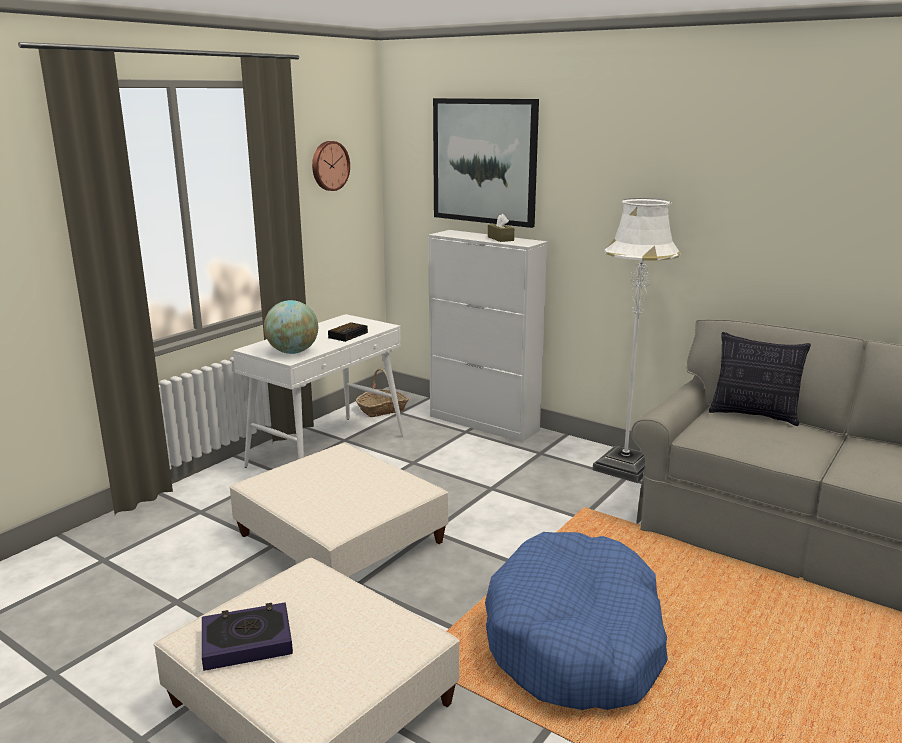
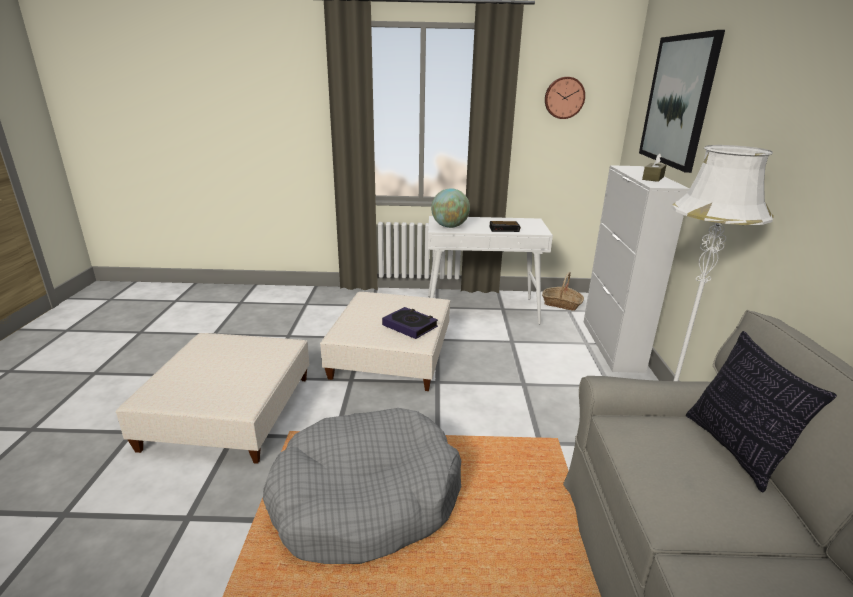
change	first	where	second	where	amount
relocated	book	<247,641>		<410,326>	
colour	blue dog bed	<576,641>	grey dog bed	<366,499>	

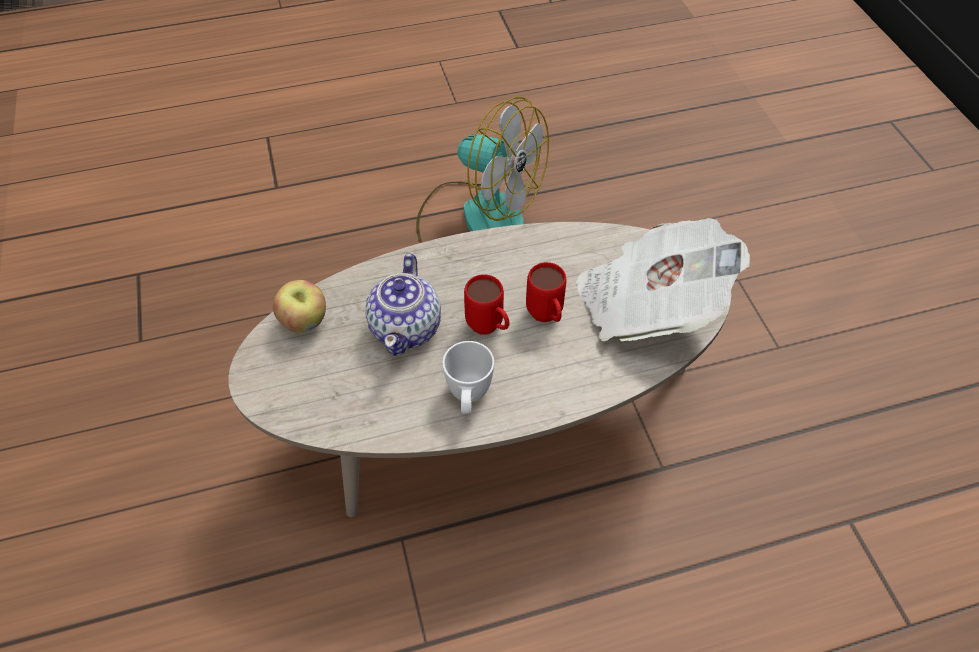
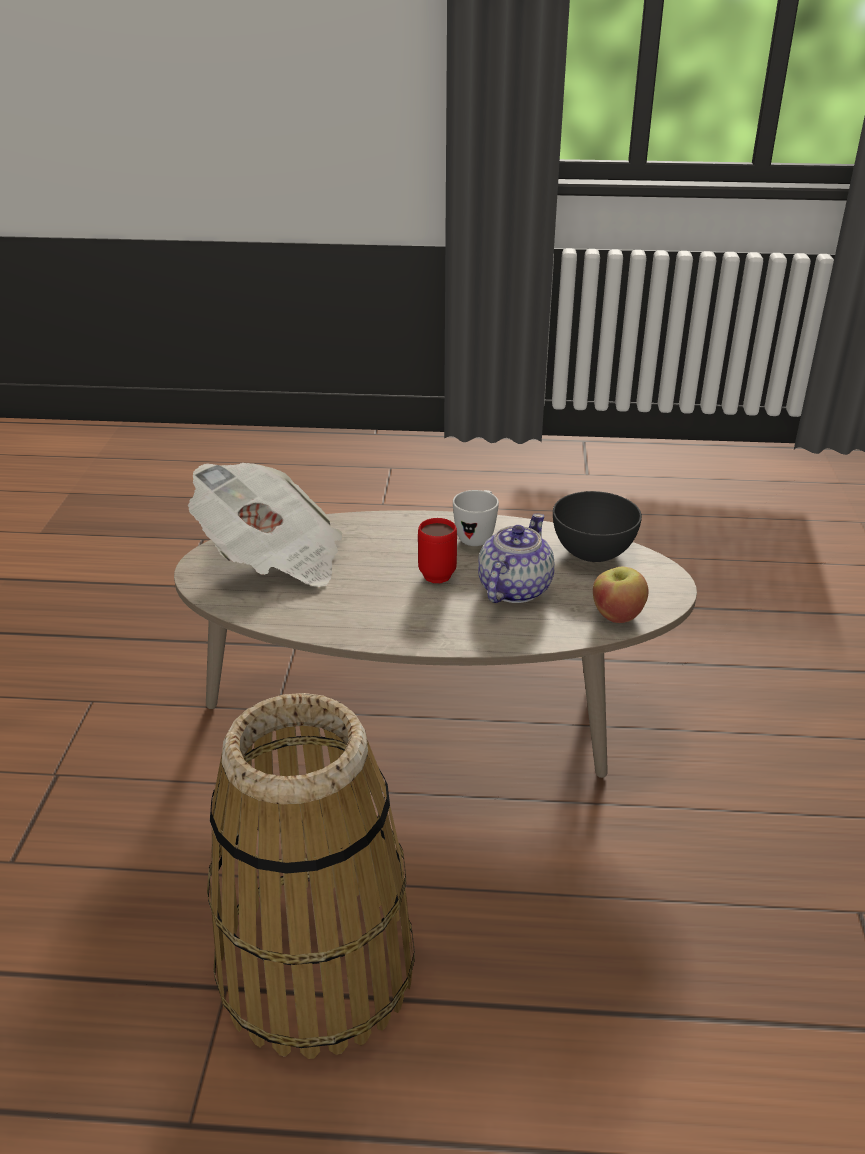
change	first	where	second	where	amount
exchanged	fan	<478,216>	basket	<315,969>	
missing	red mug	<546,318>			
appeared			grey bowl	<593,552>	

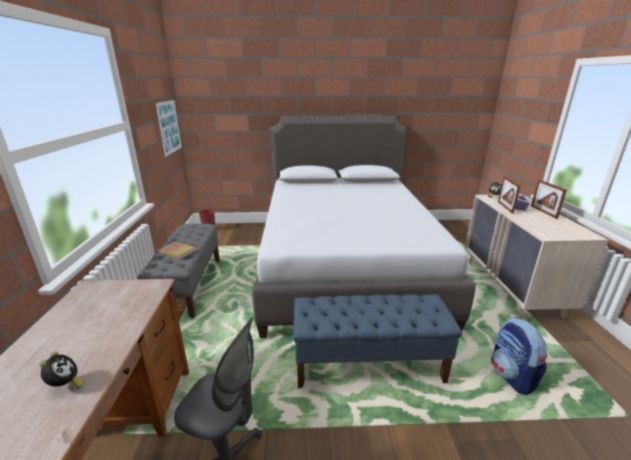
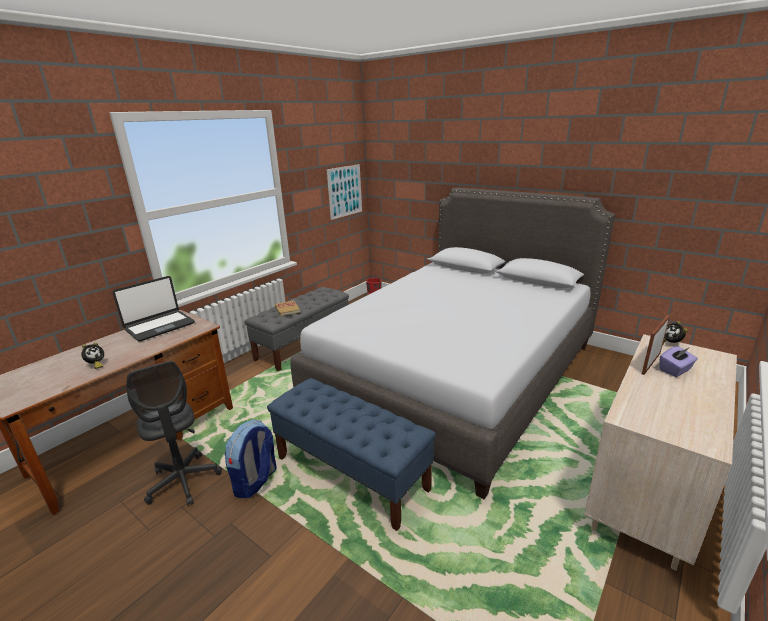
change	first	where	second	where	amount
relocated	backpack	<512,376>		<255,482>	
missing	picture frame	<543,212>			
appeared			laptop	<159,326>	

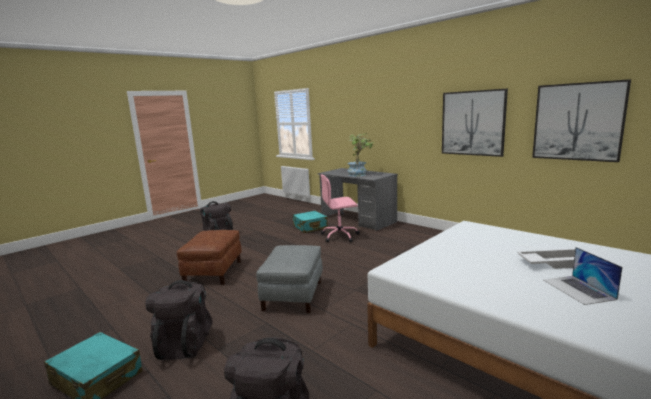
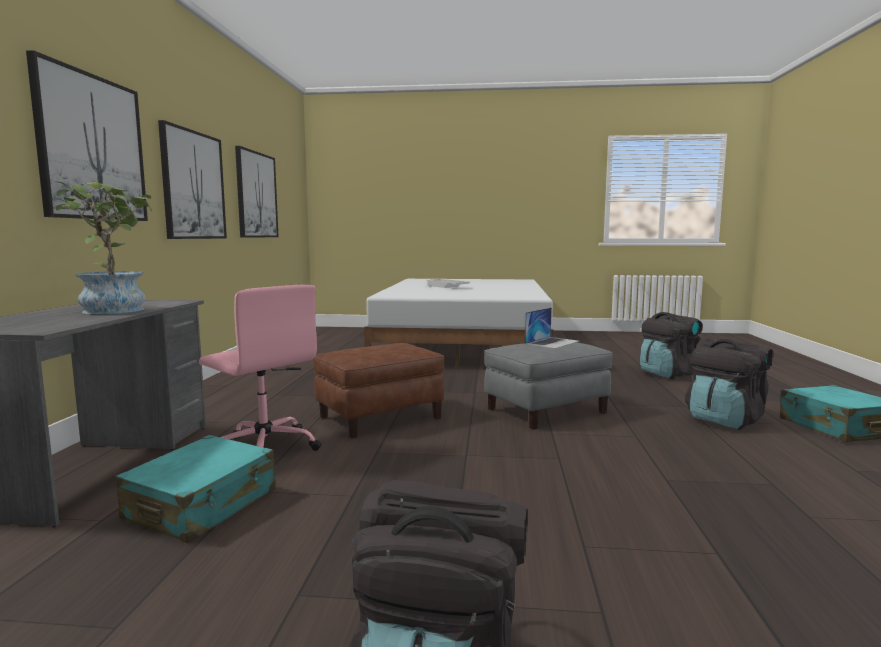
change	first	where	second	where	amount
relocated	brown ottoman	<214,272>		<380,417>	
relocated	laptop	<578,289>		<552,342>	
appeared			picture	<92,148>	

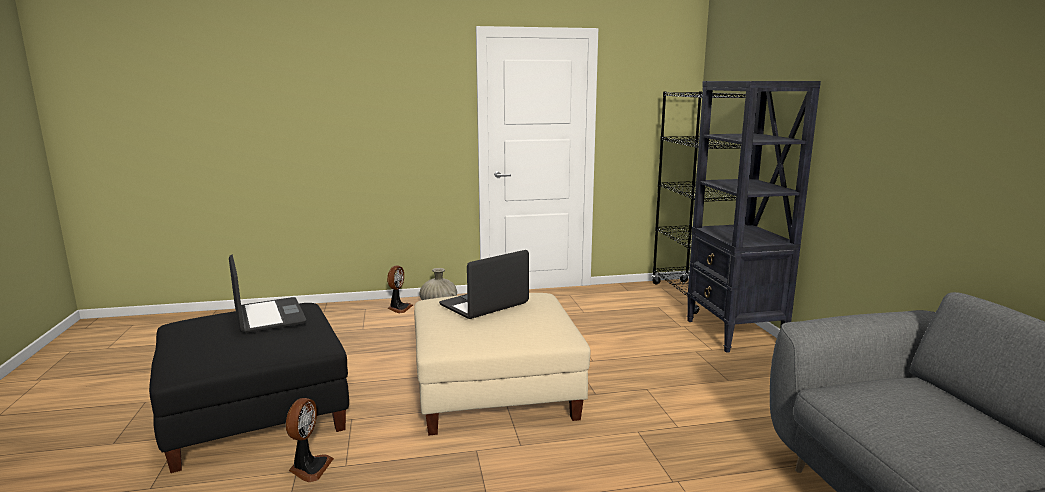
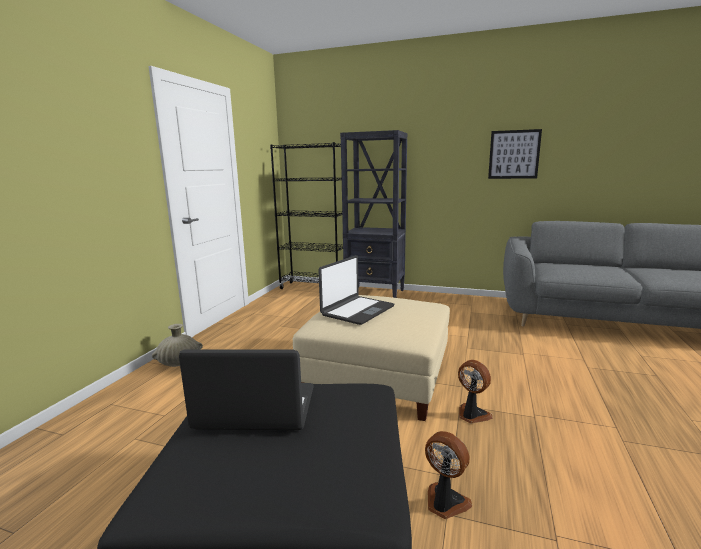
change	first	where	second	where	amount
relocated	fan	<399,308>		<472,415>	
spun	laptop	<484,305>		<357,311>	135 degrees counterclockwise
appeared			picture	<514,154>	

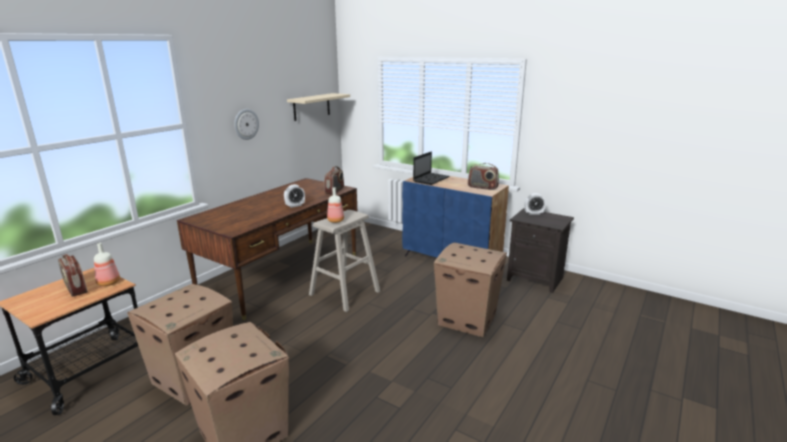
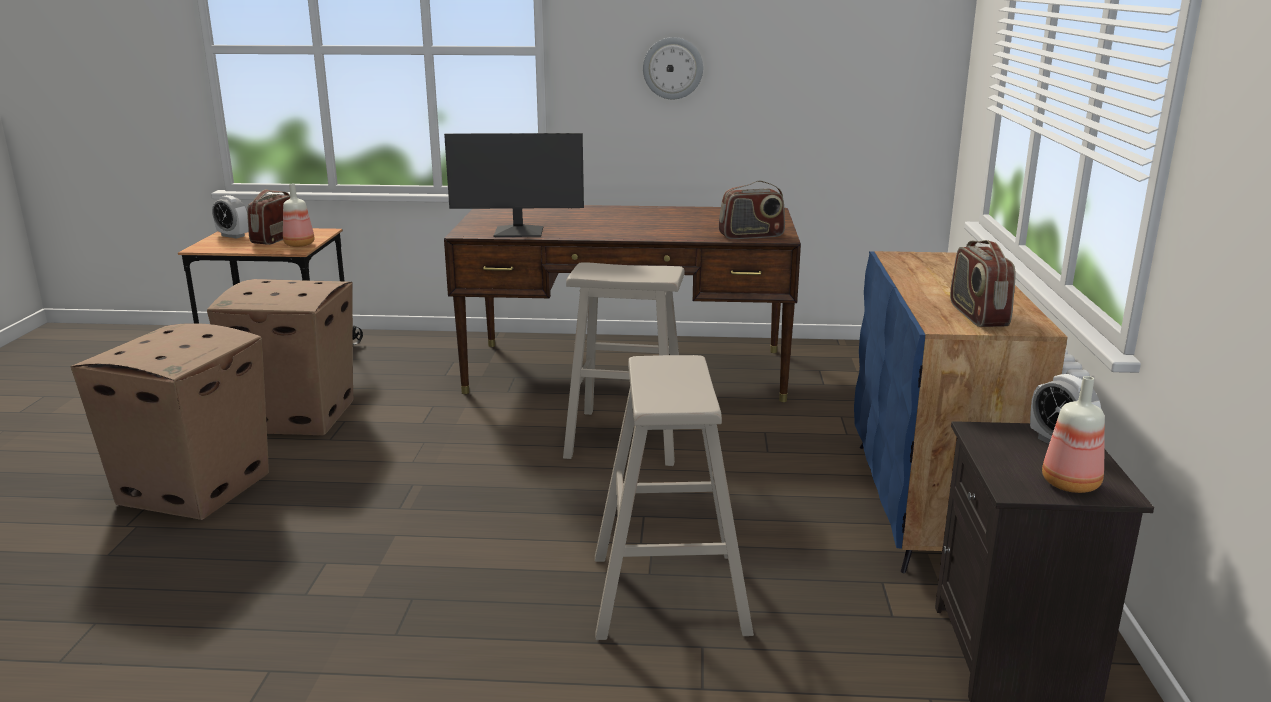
change	first	where	second	where	amount
relocated	alarm clock	<295,205>		<233,236>	
missing	beige shelf	<311,106>			
relocated	bottle	<335,220>		<1070,483>	
missing	laptop	<431,179>			
exchanged	cardboard box	<468,319>	beige stool	<669,594>	
appeared			monitor	<519,232>	

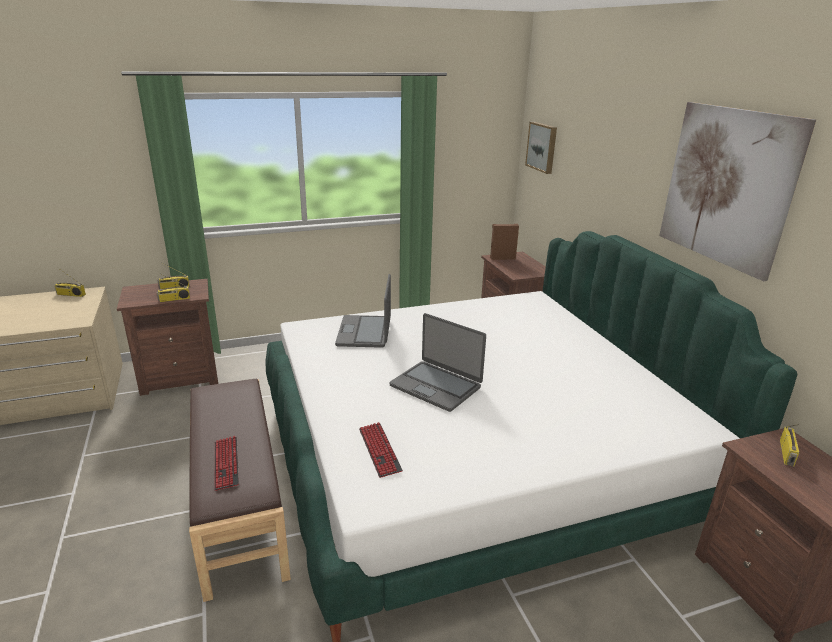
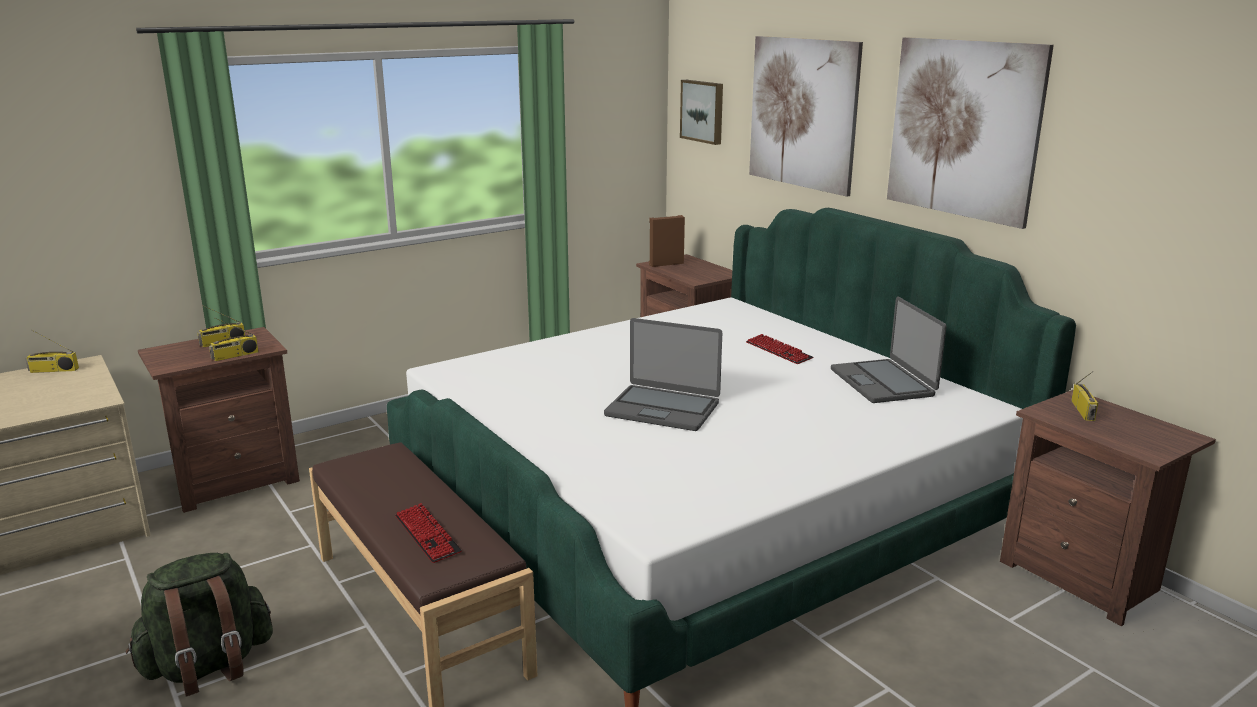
change	first	where	second	where	amount
relocated	laptop	<365,332>		<883,382>	
relocated	keyboard	<379,450>		<778,351>	
appeared			green backpack	<208,666>	
appeared			picture	<803,113>	

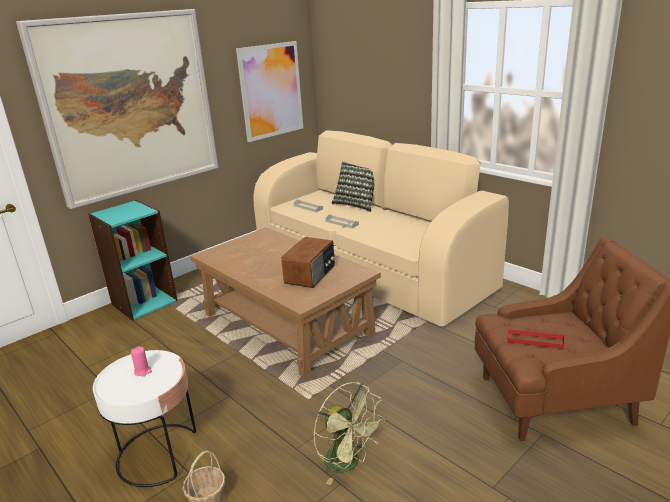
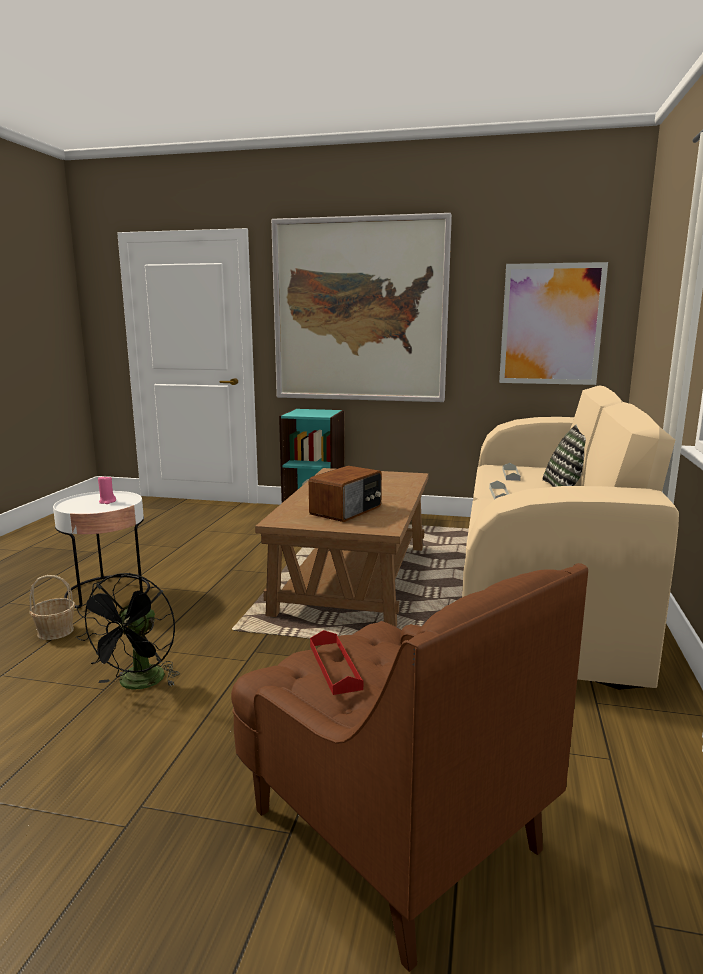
change	first	where	second	where	amount
spun	radio	<311,274>		<347,510>	45 degrees counterclockwise
colour	green fan	<348,463>	black fan	<138,684>	

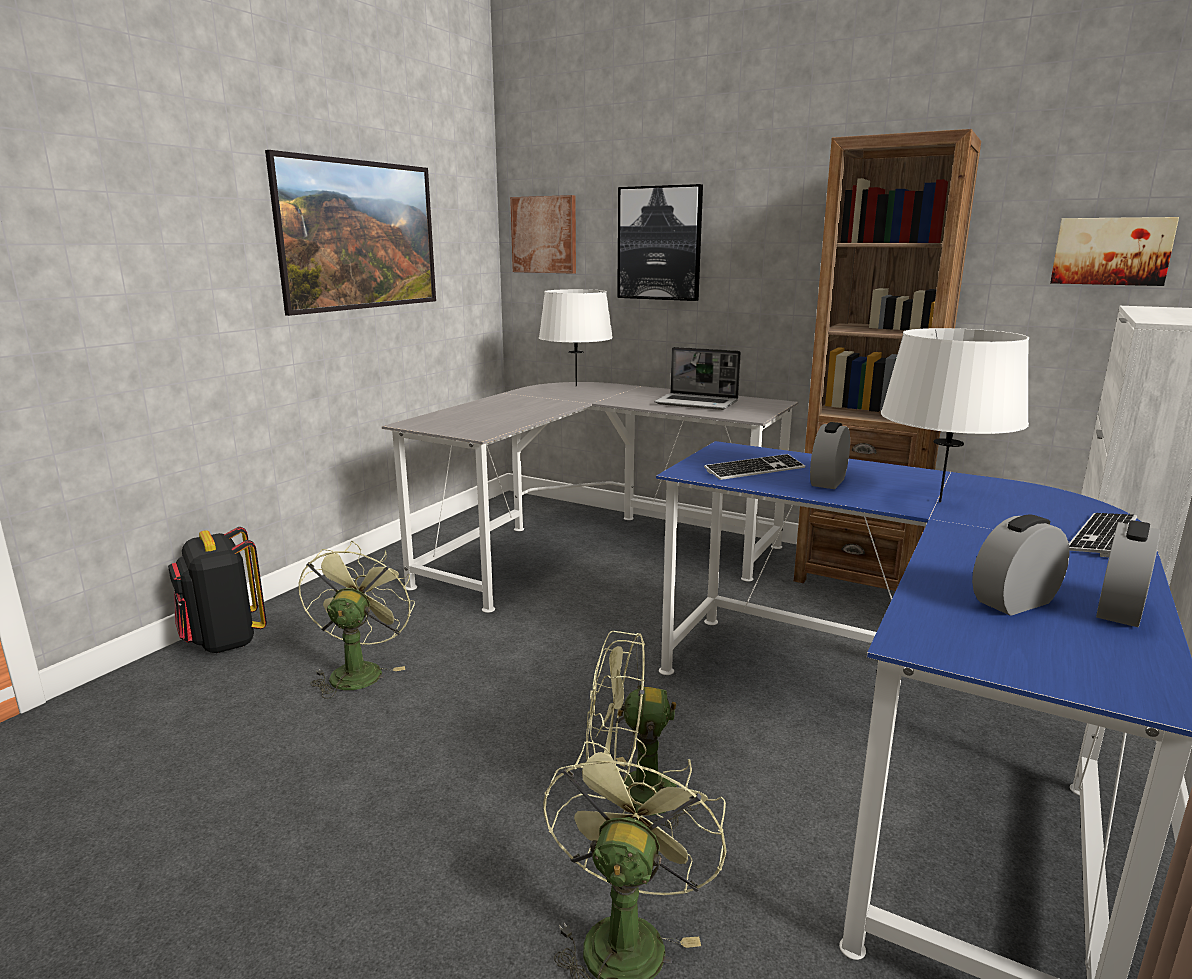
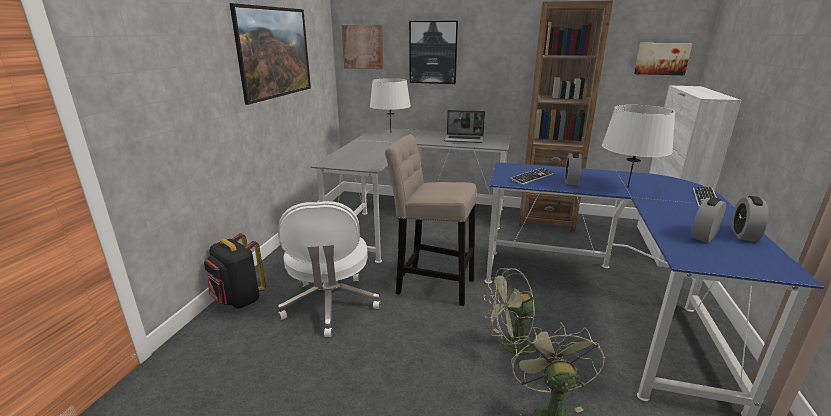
change	first	where	second	where	amount
exchanged	green fan	<358,670>	white office chair	<330,305>	
appeared			beige stool	<431,285>	

